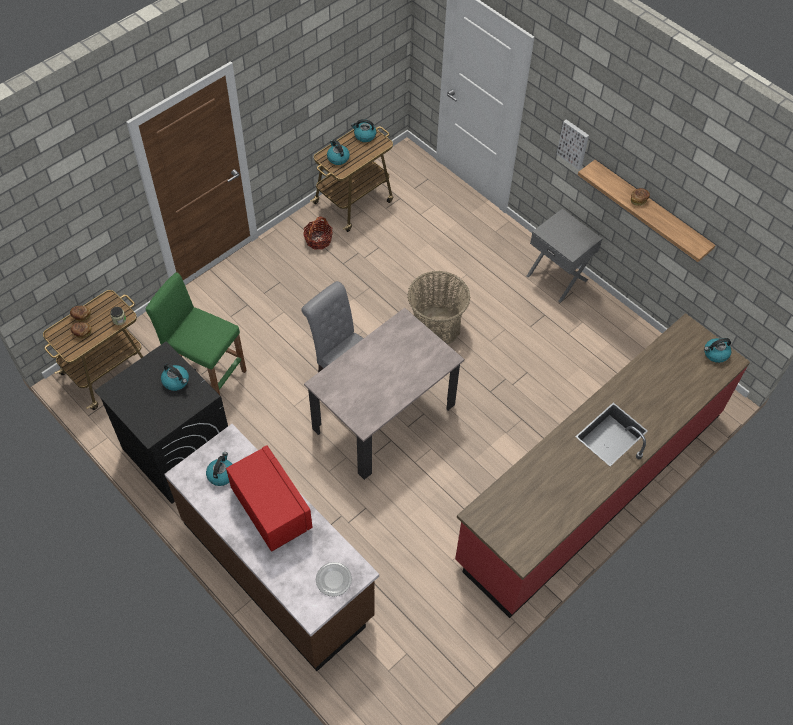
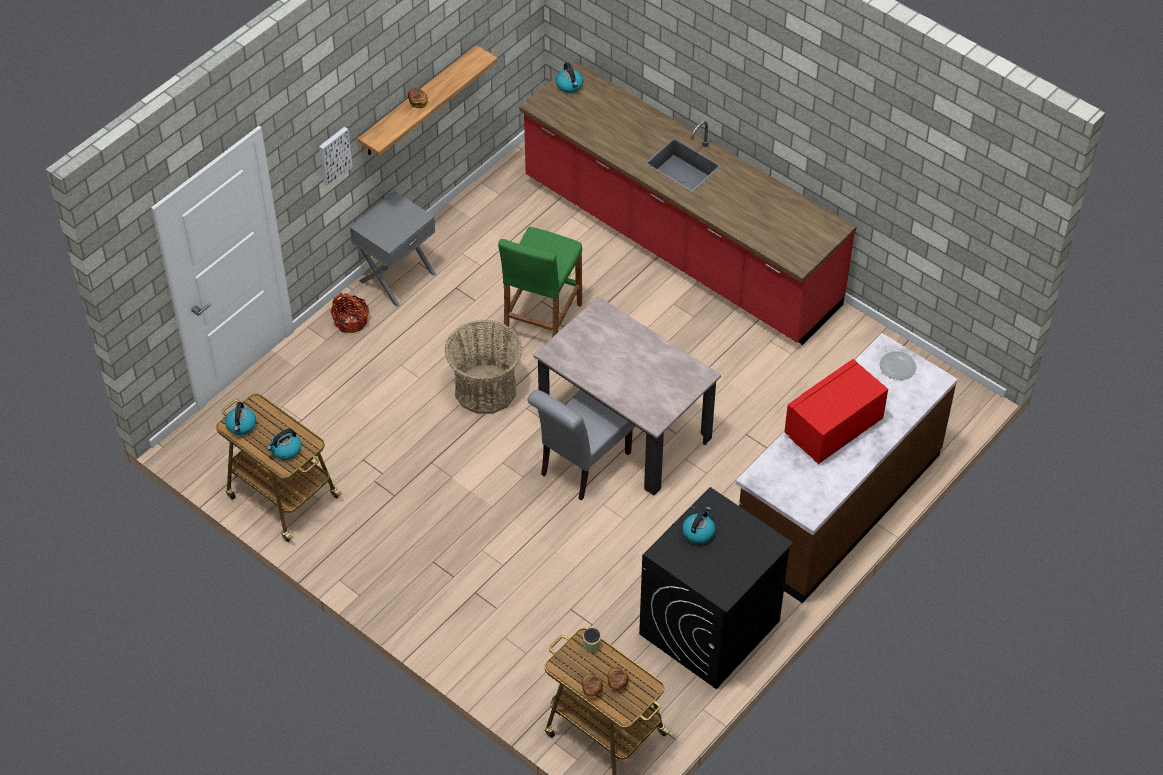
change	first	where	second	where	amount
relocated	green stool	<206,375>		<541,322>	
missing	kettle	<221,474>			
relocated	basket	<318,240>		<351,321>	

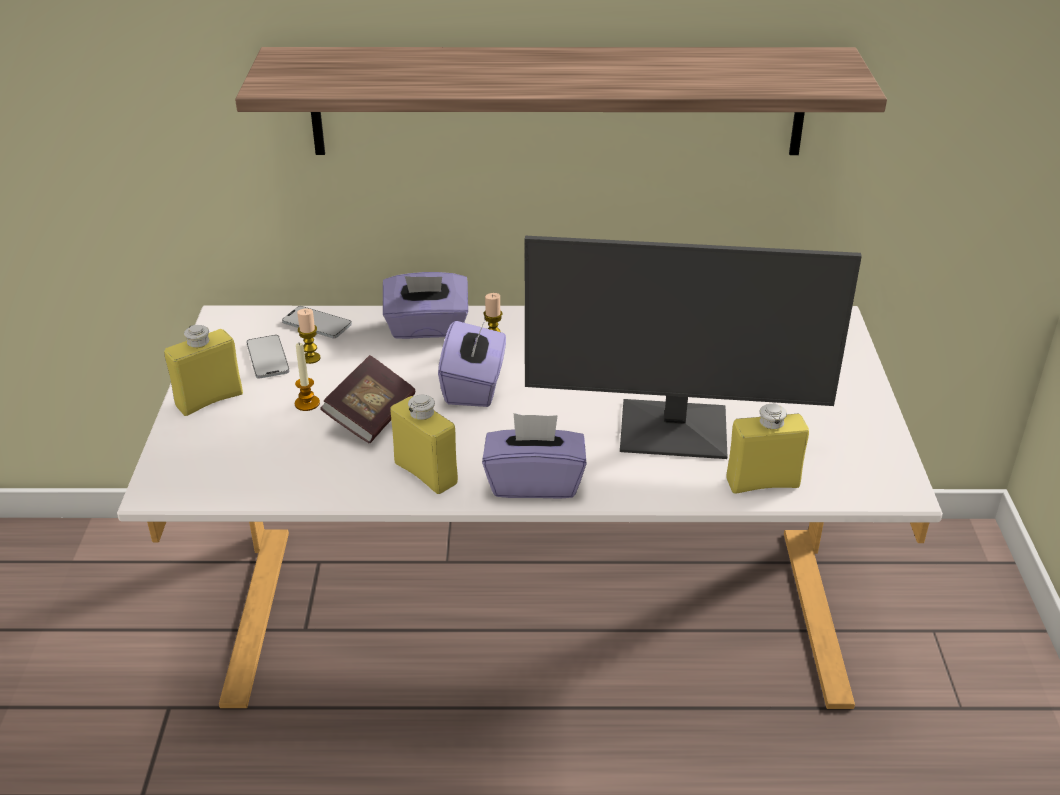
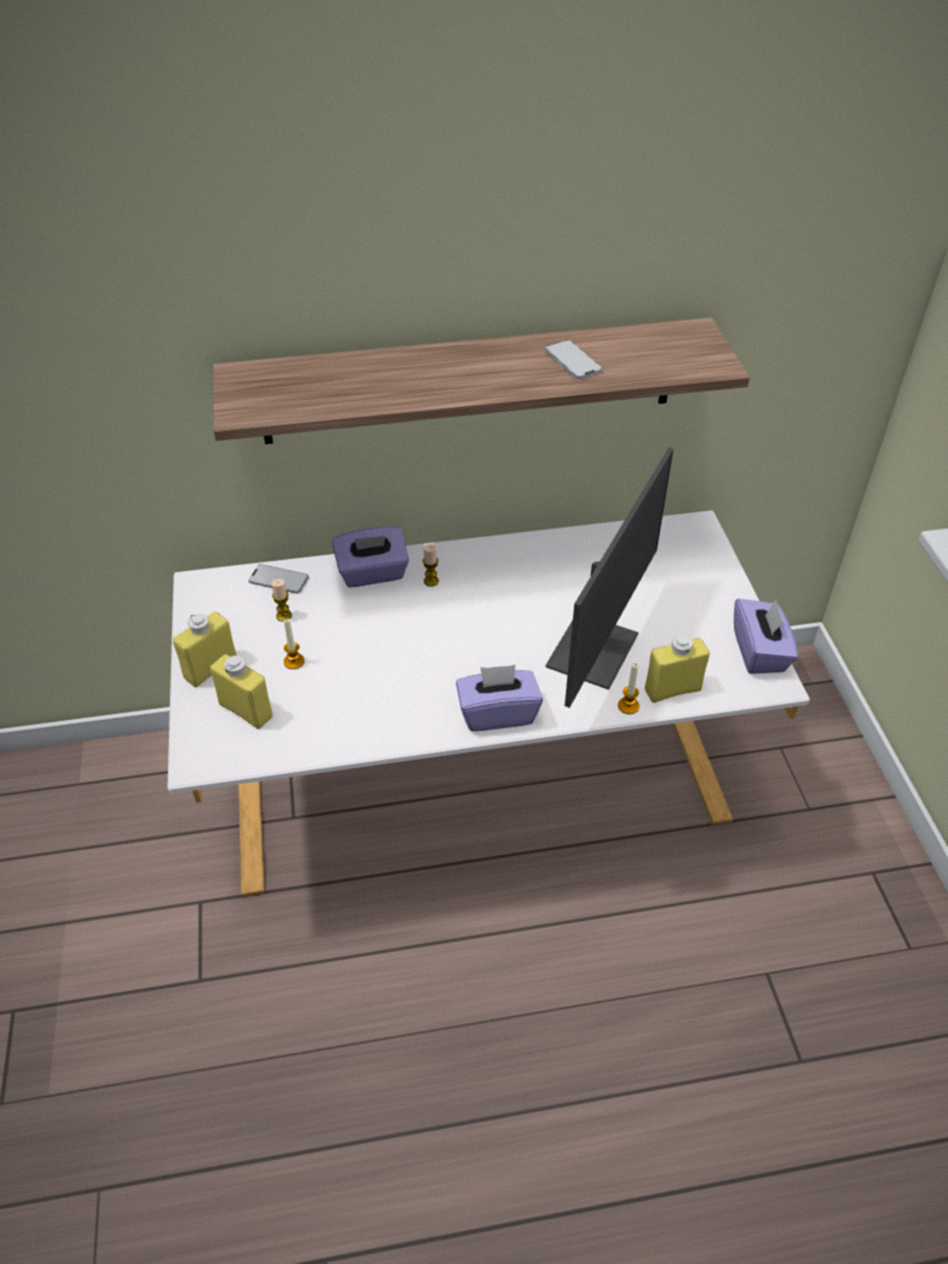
change	first	where	second	where	amount
relocated	phone	<267,358>		<573,361>	
missing	book	<371,416>			
relocated	yellow bottle	<426,473>		<246,710>	
relocated	purple tissue box	<474,386>		<759,652>	
spun	monitor	<674,431>		<595,651>	60 degrees counterclockwise
appeared			candle	<628,706>	

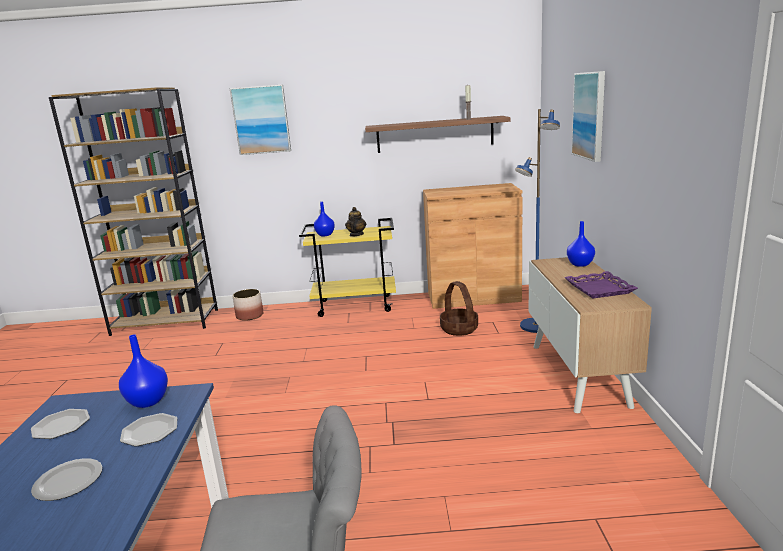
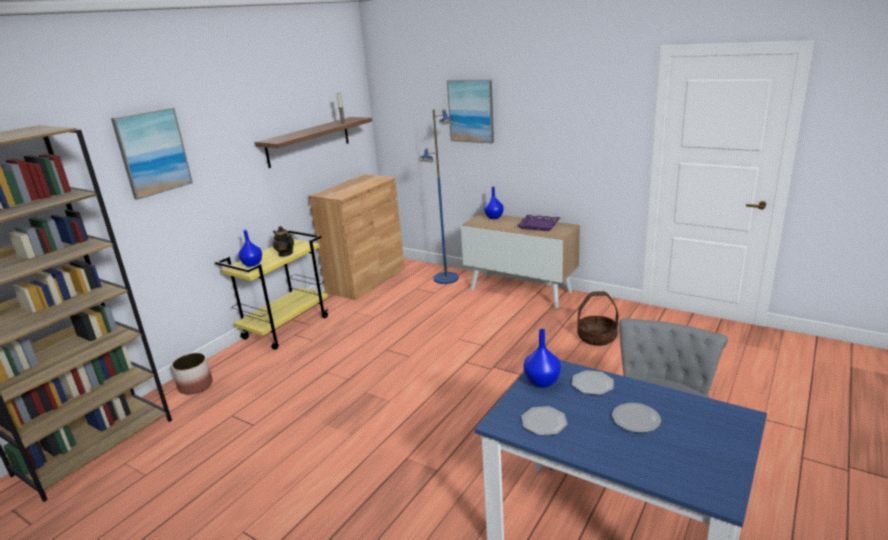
change	first	where	second	where	amount
relocated	basket	<459,329>		<597,337>	

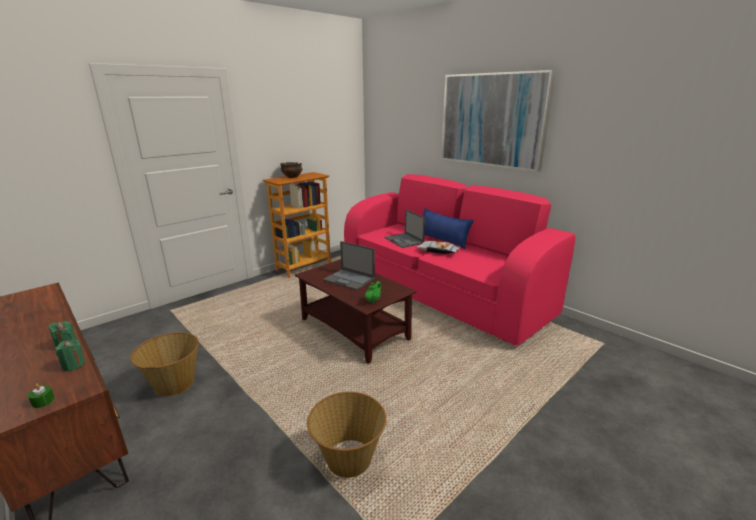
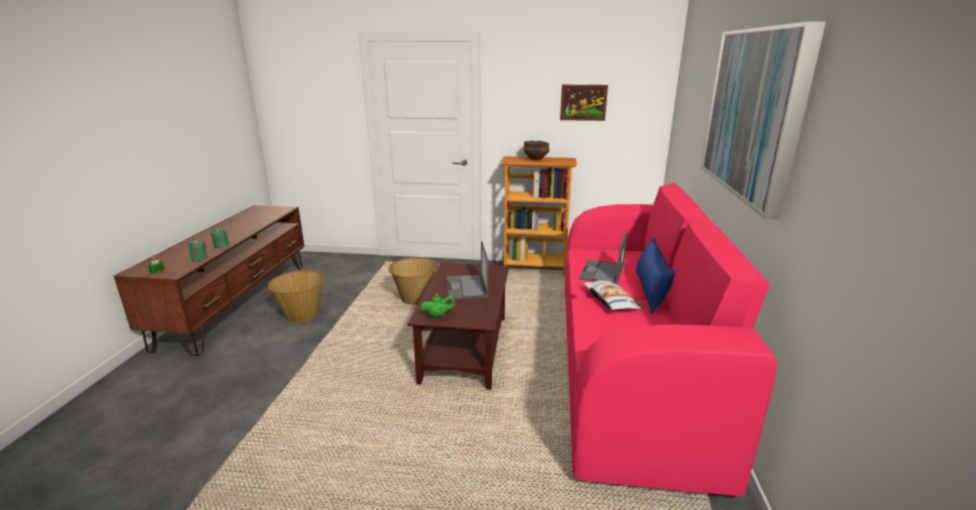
change	first	where	second	where	amount
relocated	basket	<348,459>		<415,298>	
appeared			picture	<583,102>	

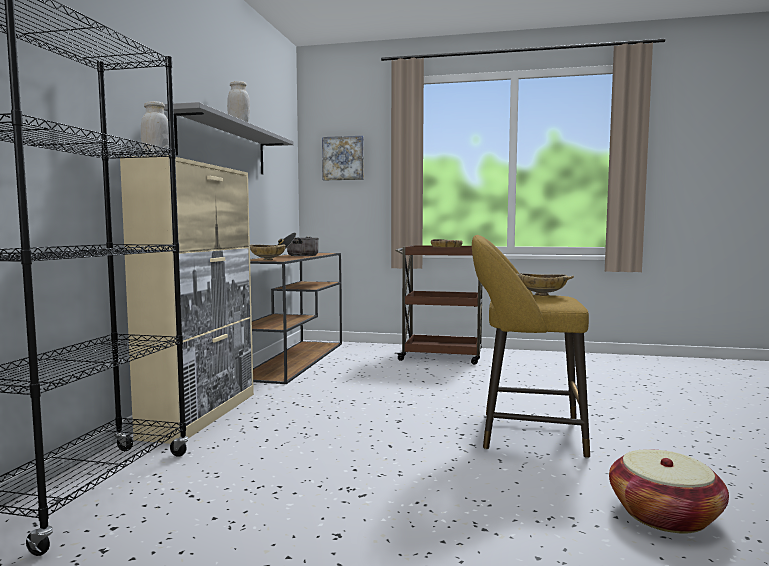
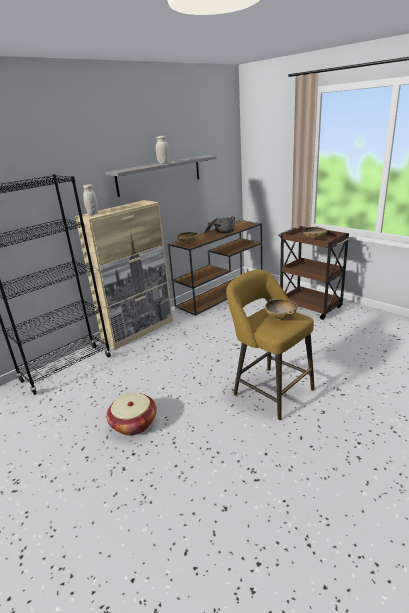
change	first	where	second	where	amount
missing	picture	<343,158>			
relocated	basket	<664,515>		<133,423>	

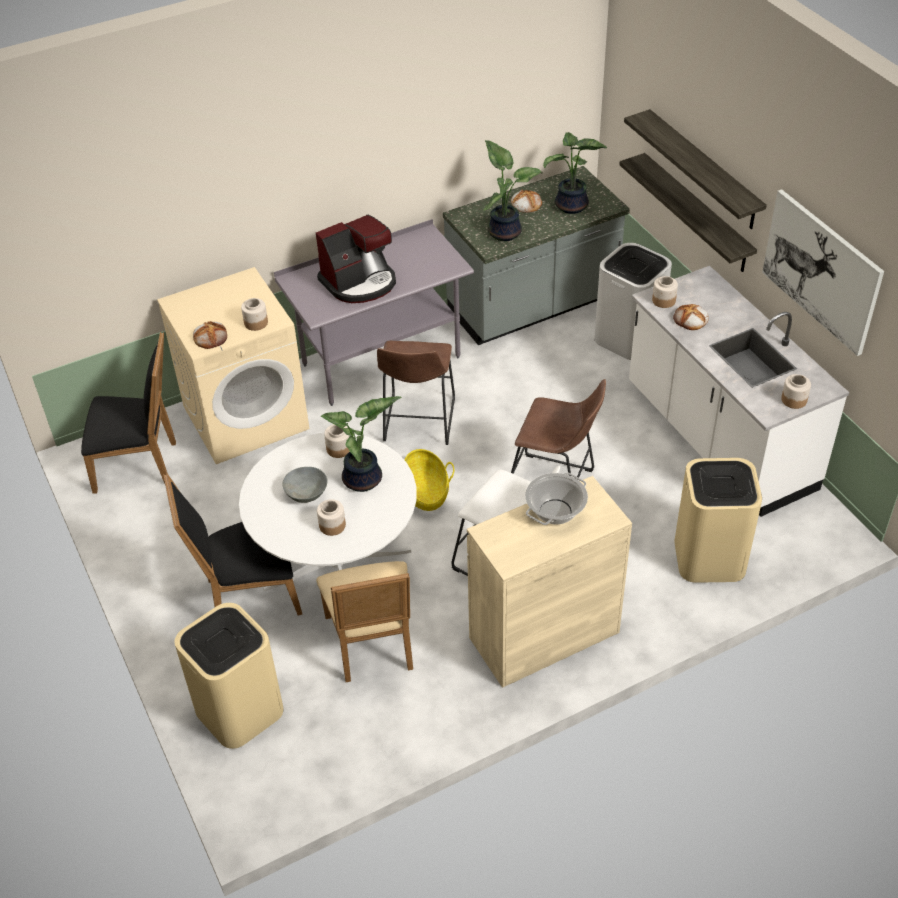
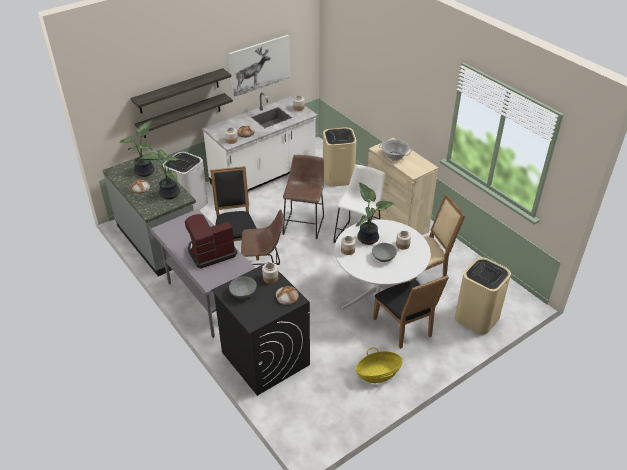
change	first	where	second	where	amount
relocated	black chair	<141,464>		<236,247>	
colour	beige washing machine	<246,417>	black washing machine	<264,358>	
spun	coffee machine	<360,282>		<211,252>	75 degrees counterclockwise
relocated	basket	<425,492>		<378,373>	
appeared			grey bowl	<243,292>	

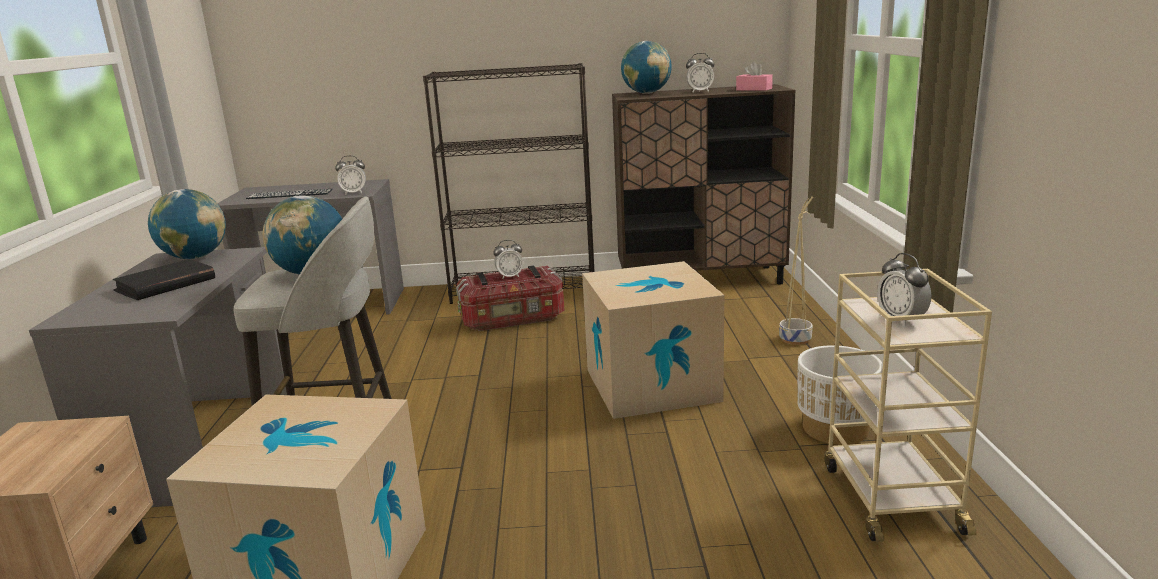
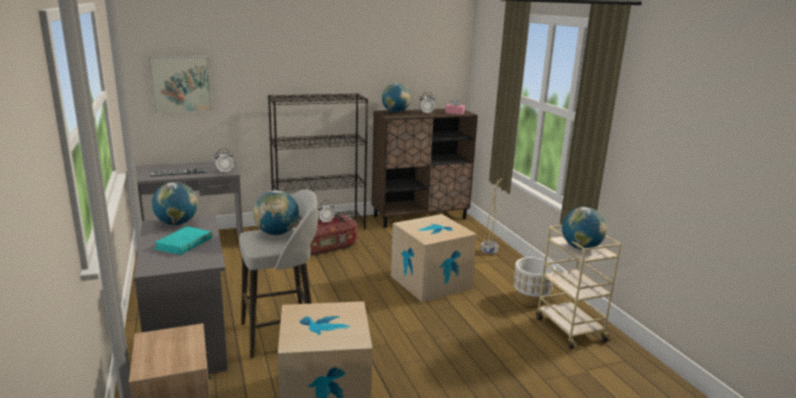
change	first	where	second	where	amount
colour	black book	<165,284>	turquoise book	<184,243>	
exchanged	alarm clock	<901,320>	globe	<580,248>	
appeared			picture	<181,84>	

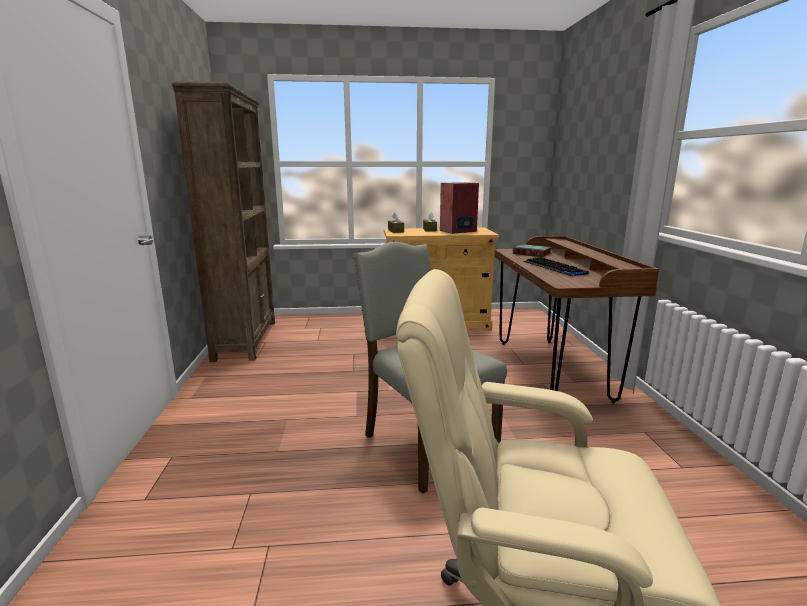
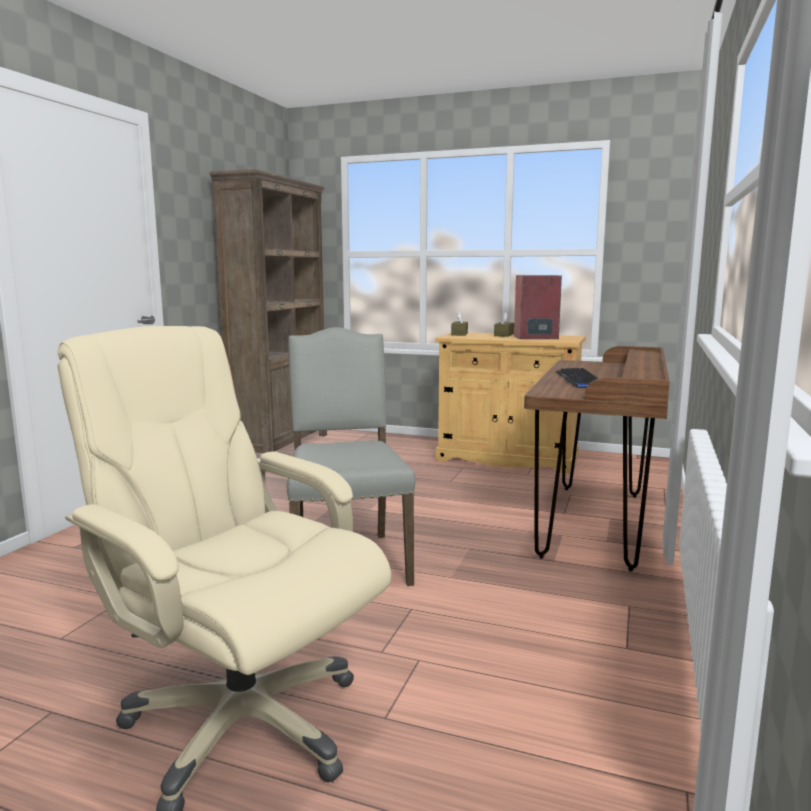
change	first	where	second	where	amount
missing	book	<532,253>			

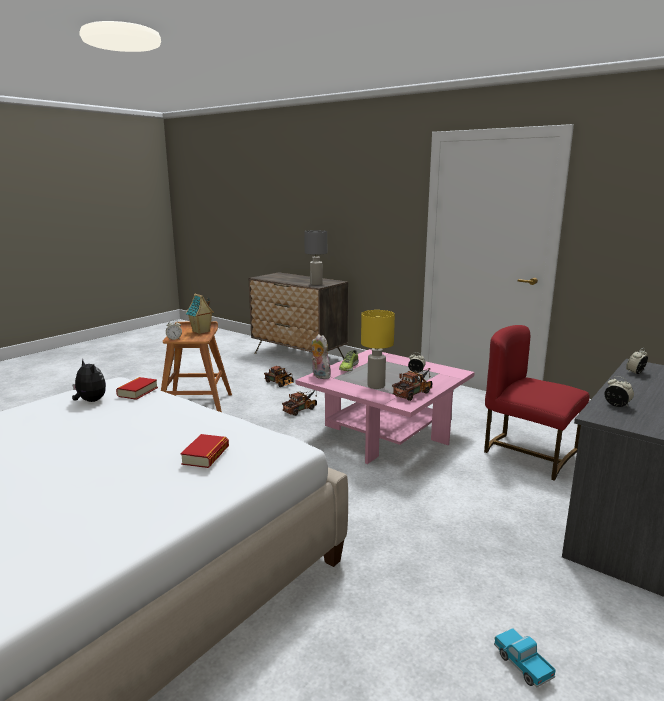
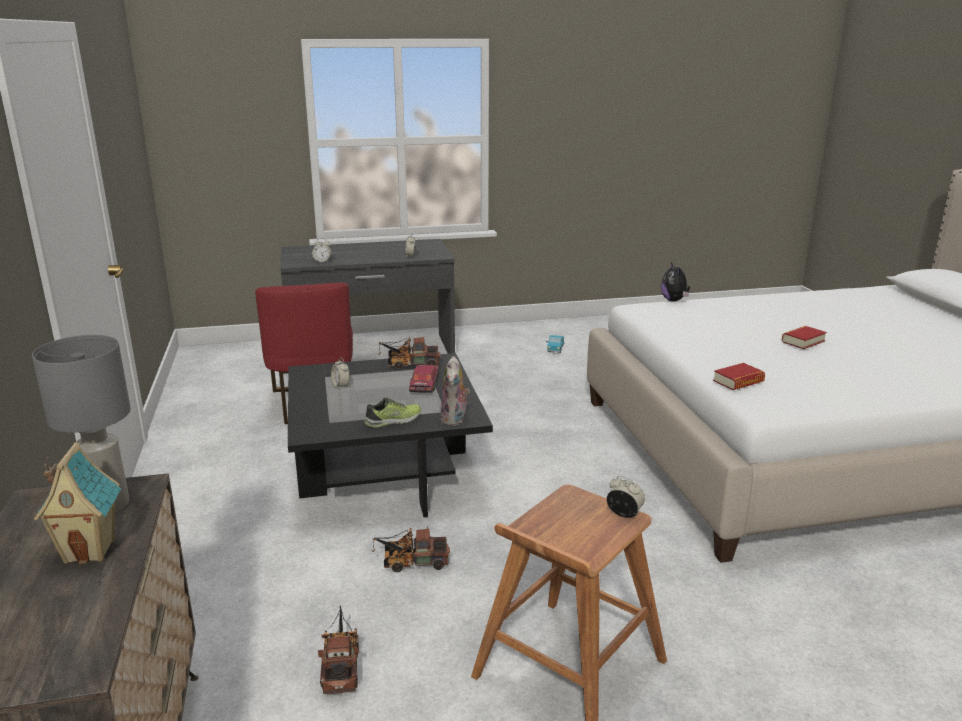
change	first	where	second	where	amount
relocated	plush toy	<90,401>		<674,300>	
relocated	book	<205,455>		<803,341>	
relocated	toy house	<201,331>		<91,550>	
colour	pink coffee table	<385,434>	black coffee table	<386,473>	
exchanged	yellow table lamp	<376,386>	toy car	<424,385>	

